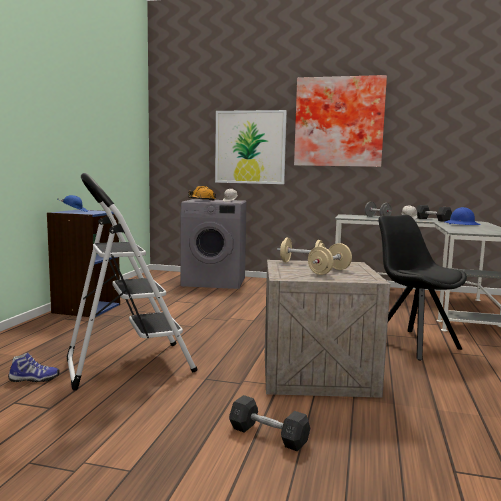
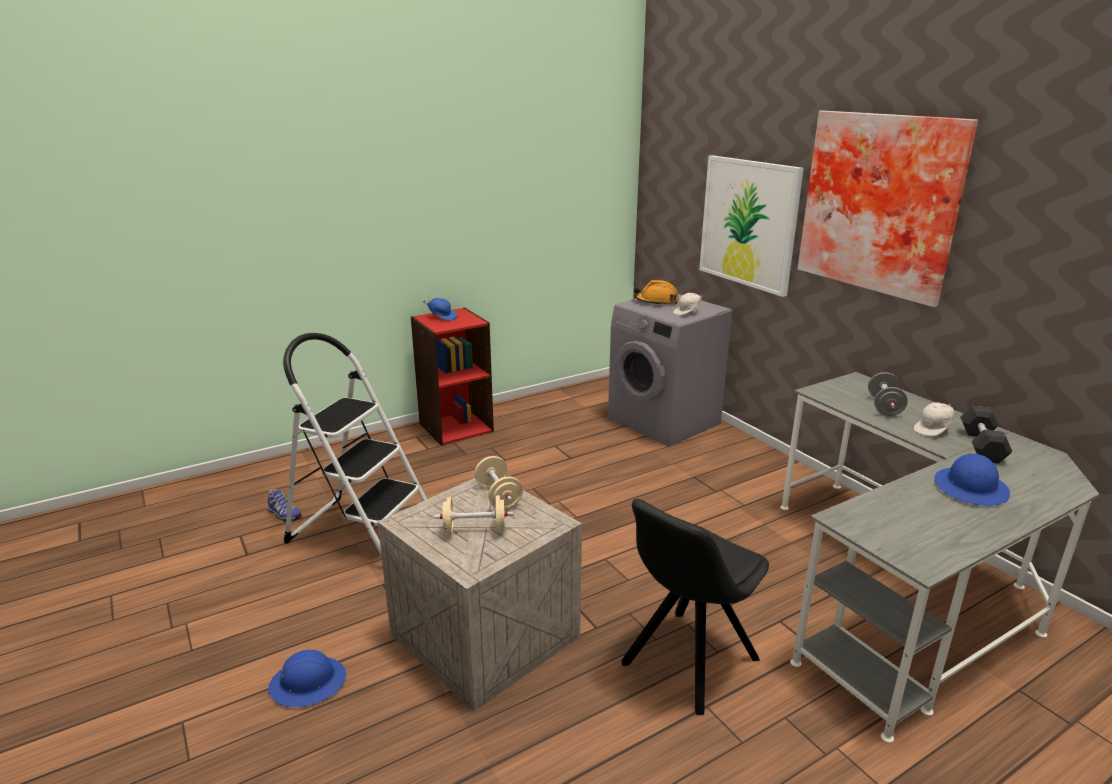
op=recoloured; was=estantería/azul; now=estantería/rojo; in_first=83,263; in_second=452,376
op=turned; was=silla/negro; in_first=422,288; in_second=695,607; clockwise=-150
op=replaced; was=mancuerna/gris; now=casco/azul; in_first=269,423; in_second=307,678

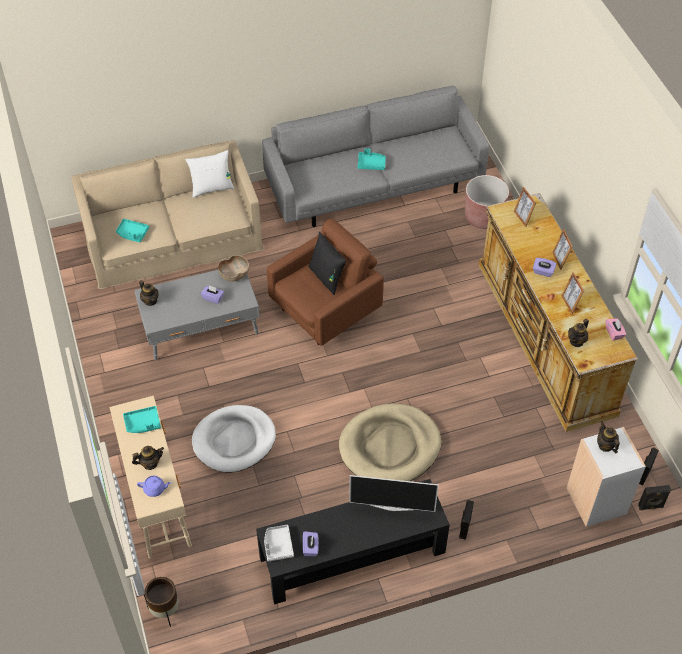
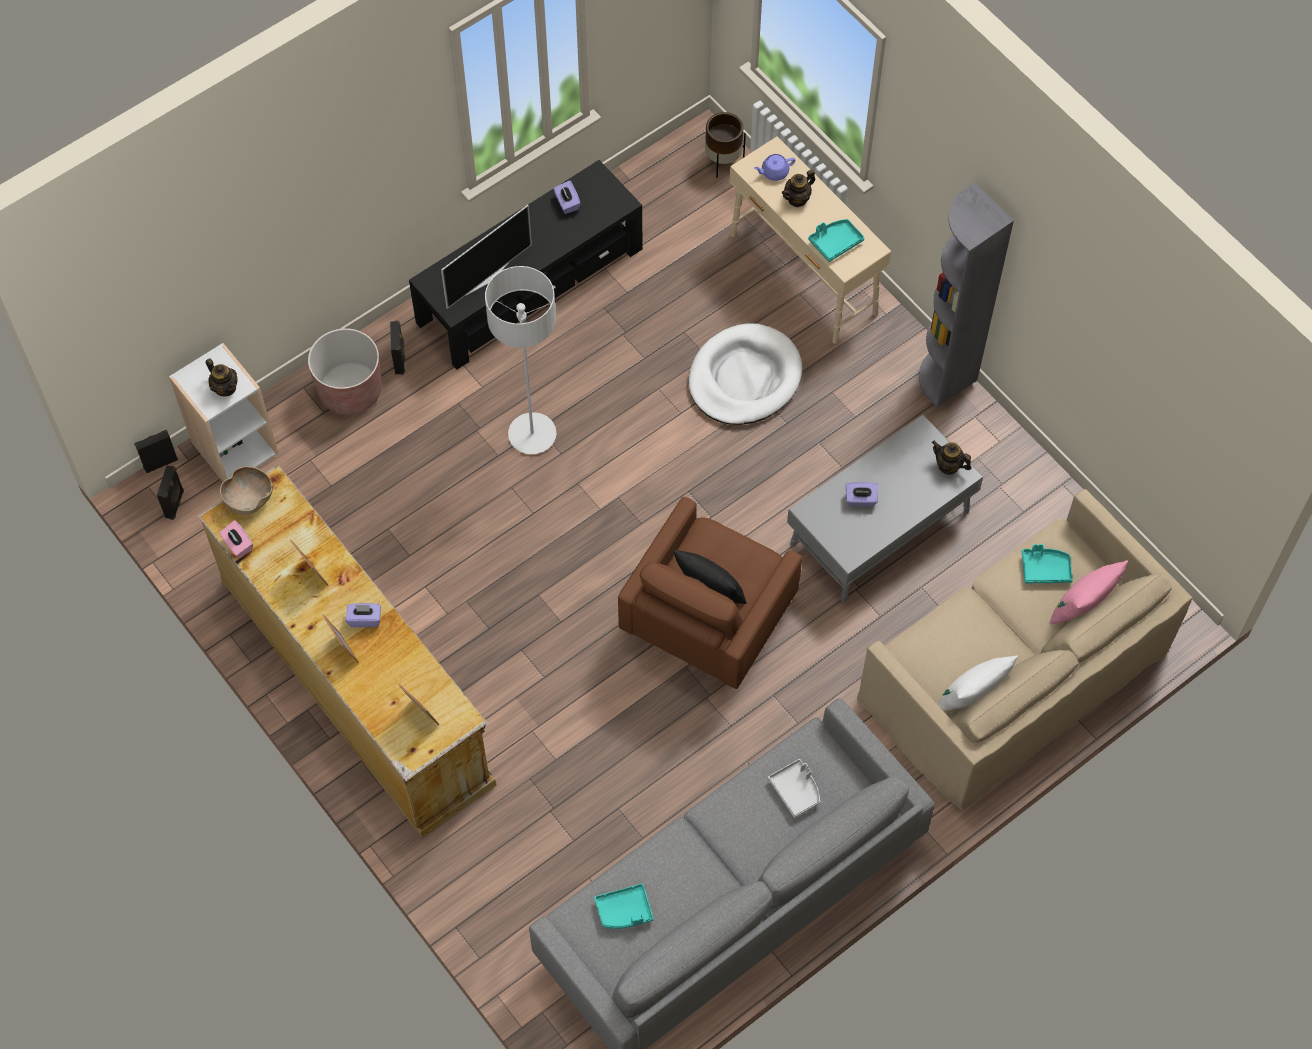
op=moved; was=bandeja/turquesa; in_first=372,159; in_second=624,906
op=moved; was=maceta/marrón; in_first=487,202; in_second=345,371
op=moved; was=cuenco/marrón; in_first=233,268; in_second=246,490
op=removed; was=tetera; in_first=578,333
op=replaced; was=cama para perro/beis; now=lámpara de pie/gris; in_first=390,442; in_second=520,360
op=turned; was=televisor; in_first=394,493; in_second=486,257; clockwise=150
op=moved; was=bandeja/gris; in_first=279,543; in_second=794,788
op=added; now=estantería/gris; in_second=966,295
op=added; now=cojín/rosa; in_second=1089,592

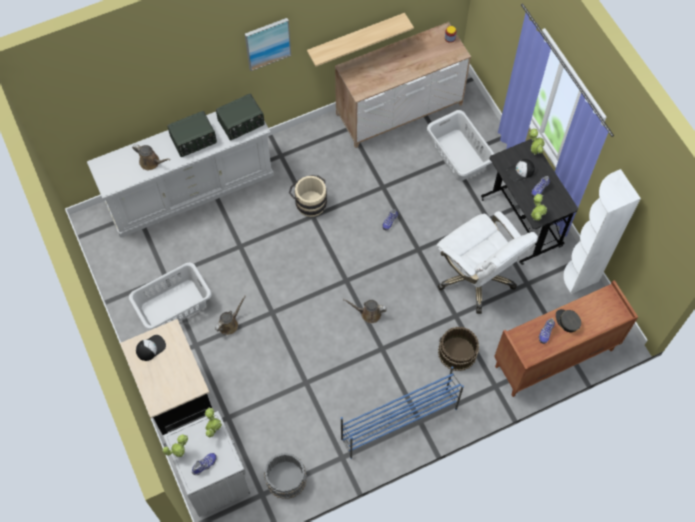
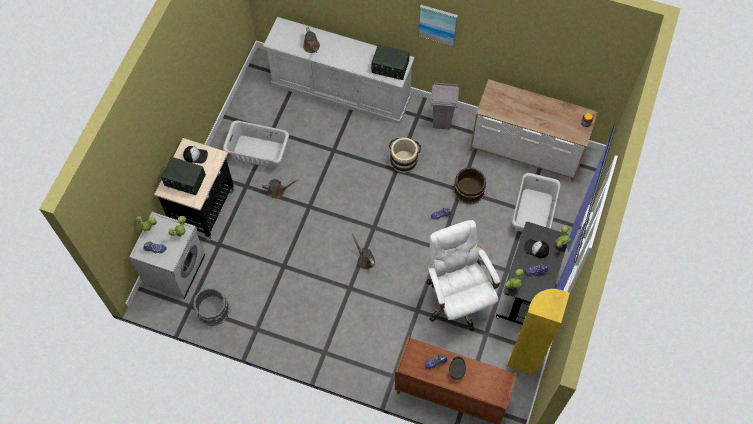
op=removed; was=estante; in_first=360,40
op=moved; was=radio; in_first=192,134; in_second=183,176
op=recoloured; was=estantería/blanco; now=estantería/amarillo; in_first=602,231; in_second=538,332
op=turned; was=silla de oficina/blanco; in_first=487,262; in_second=463,275; clockwise=150
op=moved; was=cubo/marrón; in_first=458,348; in_second=469,186
op=removed; was=zapatero/azul; in_first=402,412
op=added; now=papelera/gris; in_second=445,106

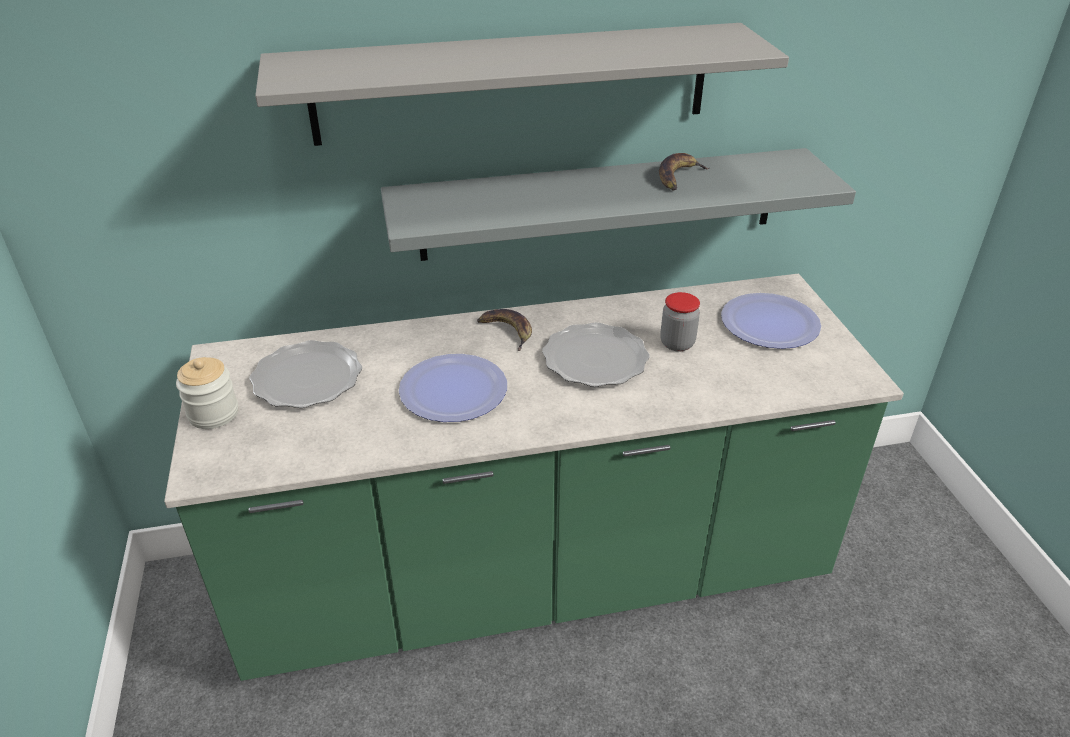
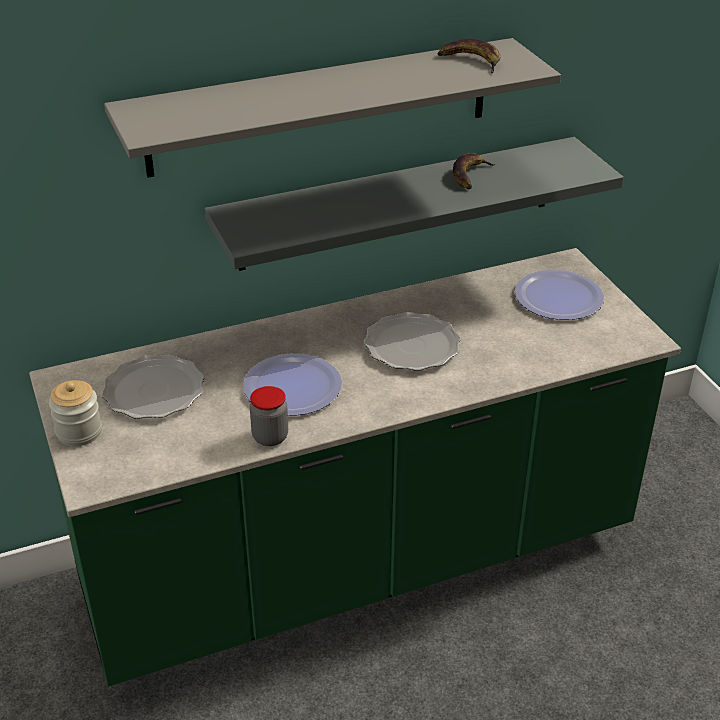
op=moved; was=tarro; in_first=680,321; in_second=269,416
op=moved; was=plátano; in_first=504,330; in_second=469,56

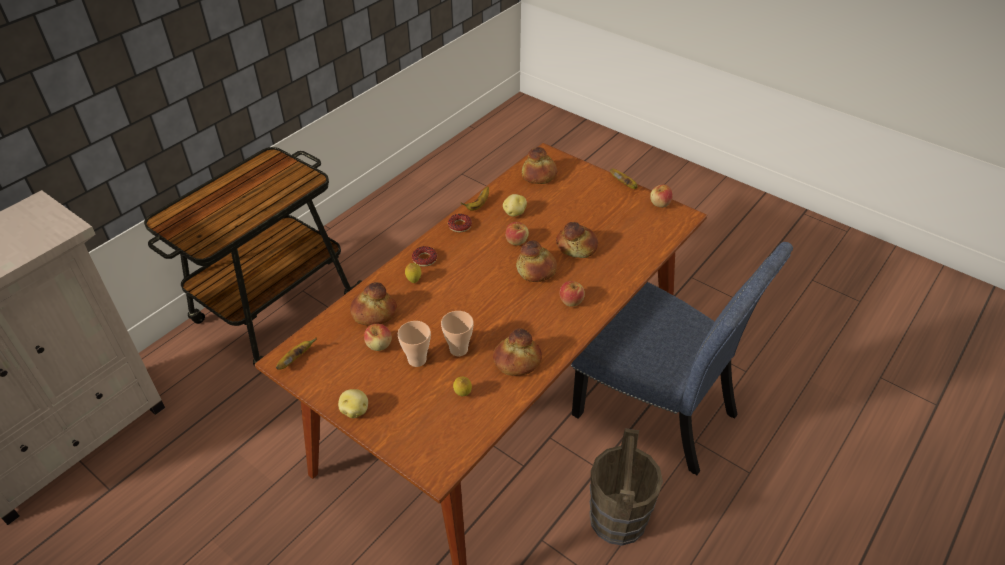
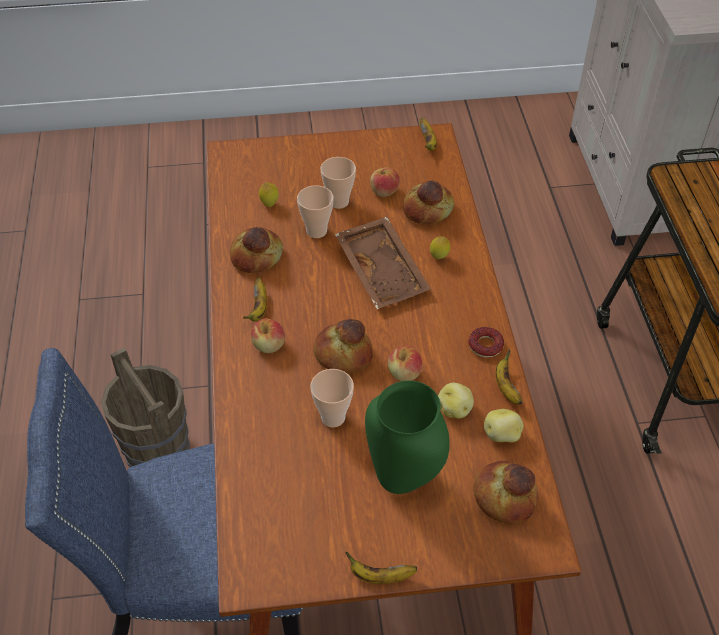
op=removed; was=manzana; in_first=661,196
op=replaced; was=pan; now=taza; in_first=577,240; in_second=332,398
op=removed; was=rosquilla; in_first=424,256
op=moved; was=patata; in_first=353,403; in_second=504,426
op=added; now=bandeja/marrón; in_second=383,263
op=added; now=plátano; in_second=255,299
op=added; now=florero/verde; in_second=407,437

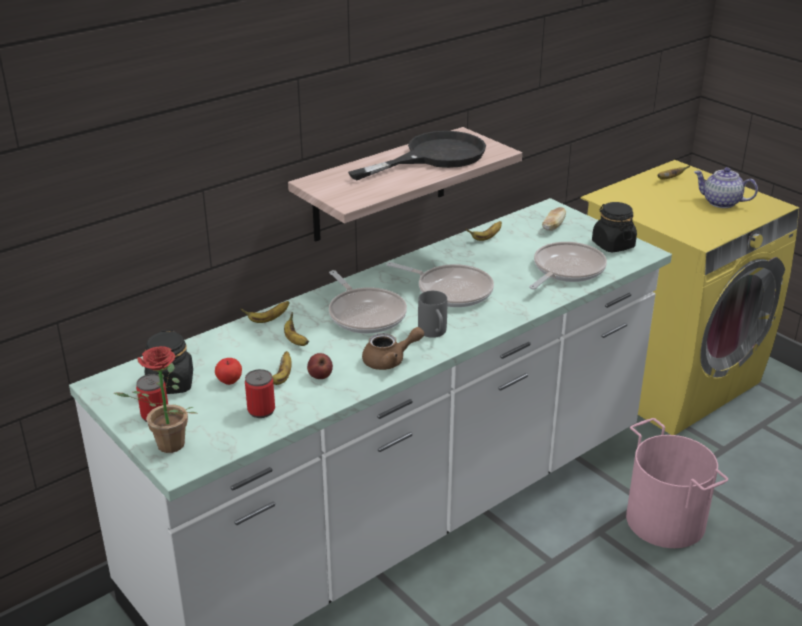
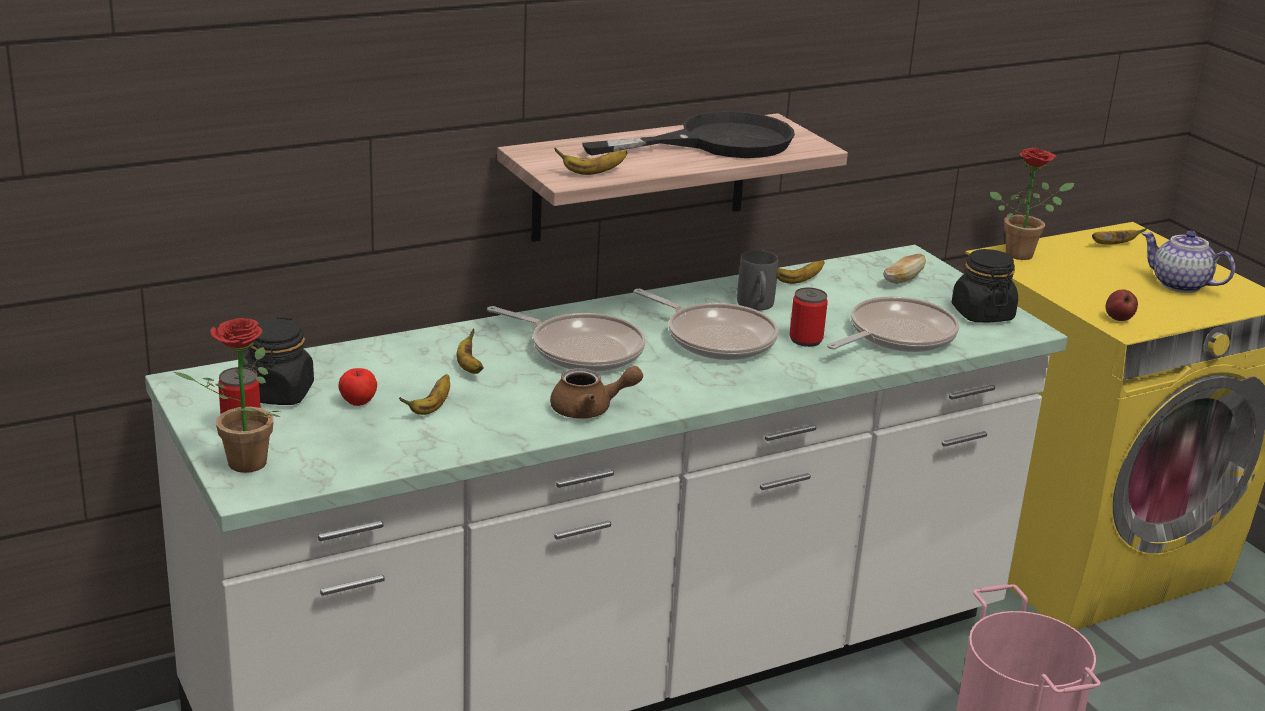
op=turned; was=sartén; in_first=368,301; in_second=566,339; clockwise=-45
op=moved; was=taza grande/gris; in_first=432,314; in_second=757,280
op=moved; was=plátano; in_first=265,312; in_second=590,161
op=moved; was=manzana; in_first=320,366; in_second=1122,305
op=moved; was=lata; in_first=260,393; in_second=809,317
op=added; now=planta en maceta; in_second=1032,204

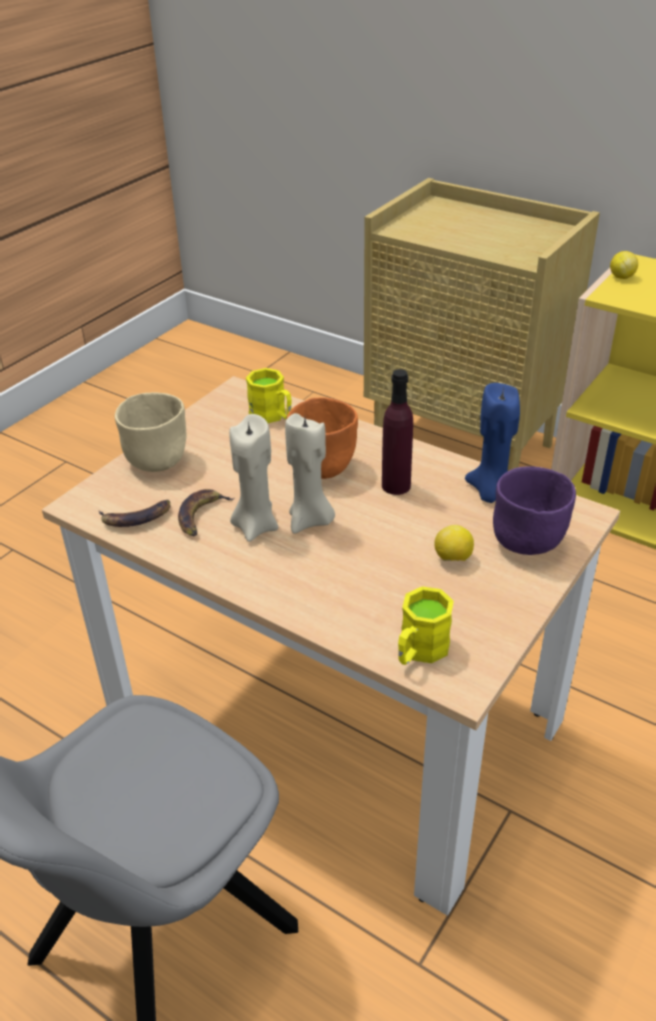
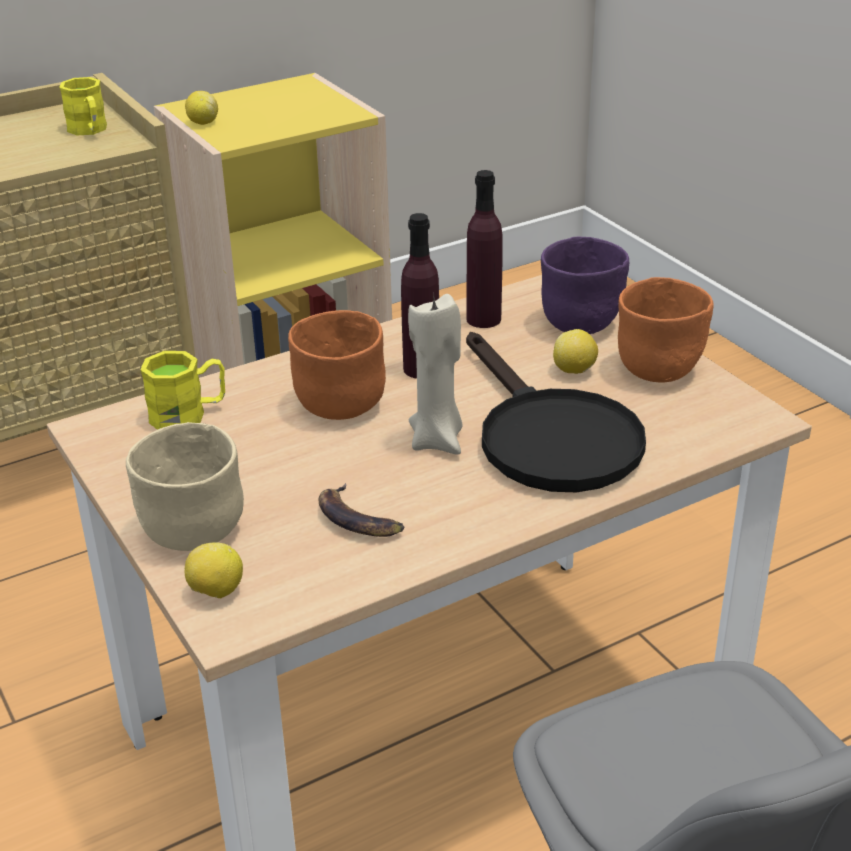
op=replaced; was=vela/azul; now=botella/morado; in_first=492,443; in_second=484,249
op=removed; was=vela/beis; in_first=253,478
op=removed; was=plátano; in_first=134,513
op=moved; was=taza grande/amarillo; in_first=426,625; in_second=83,106
op=added; now=cuenco/naranja; in_second=666,330
op=added; now=sartén/negro; in_second=556,412
op=added; now=limón; in_second=214,570

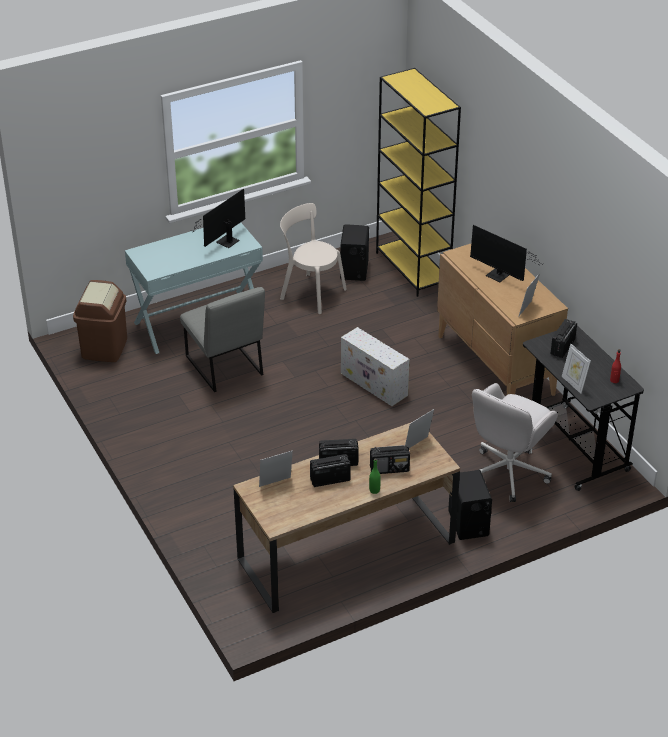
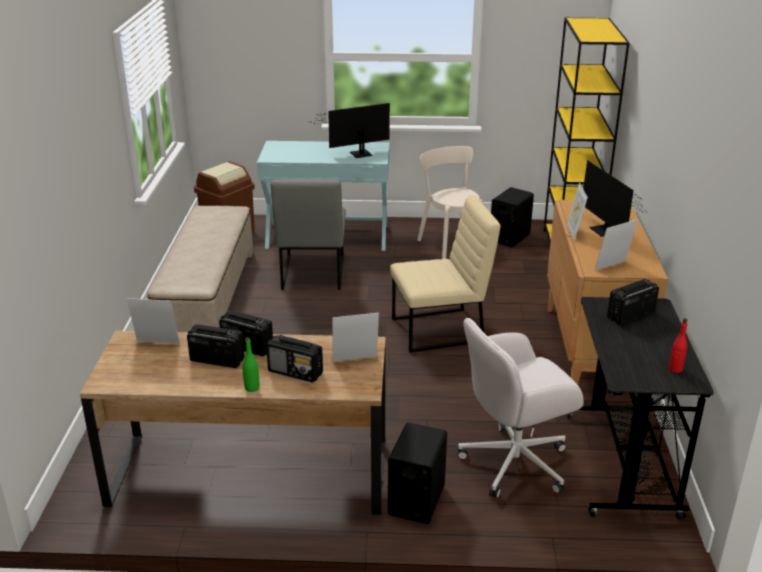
op=replaced; was=caja de almacenaje/blanco; now=silla/beis; in_first=375,366; in_second=445,274
op=moved; was=portarretratos; in_first=576,369; in_second=577,211
op=added; now=banco/beis; in_second=200,269

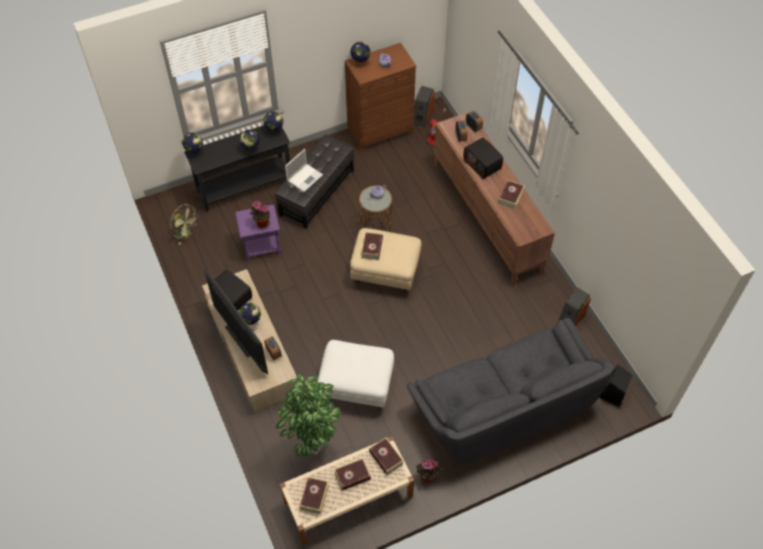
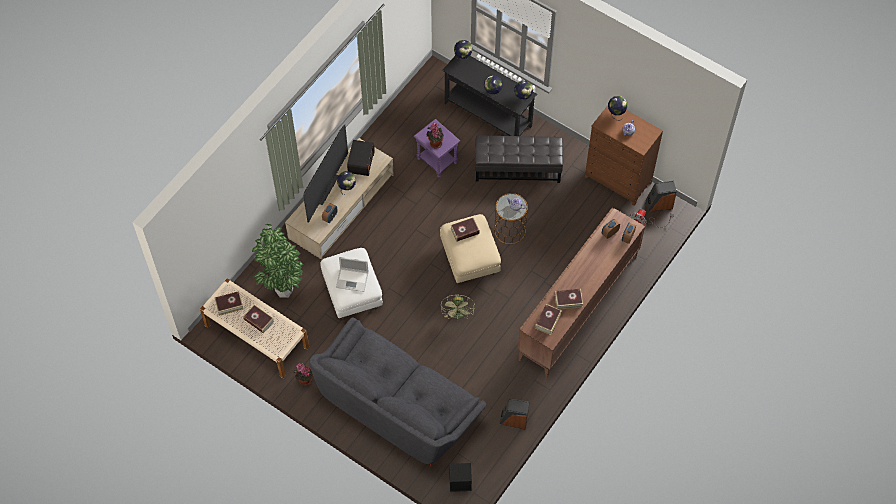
op=removed; was=radio; in_first=483,158
op=moved; was=portátil; in_first=304,170; in_second=352,274
op=moved; was=ventilador/verde; in_first=184,224; in_second=458,307
op=moved; was=libro; in_first=386,456; in_second=548,319

